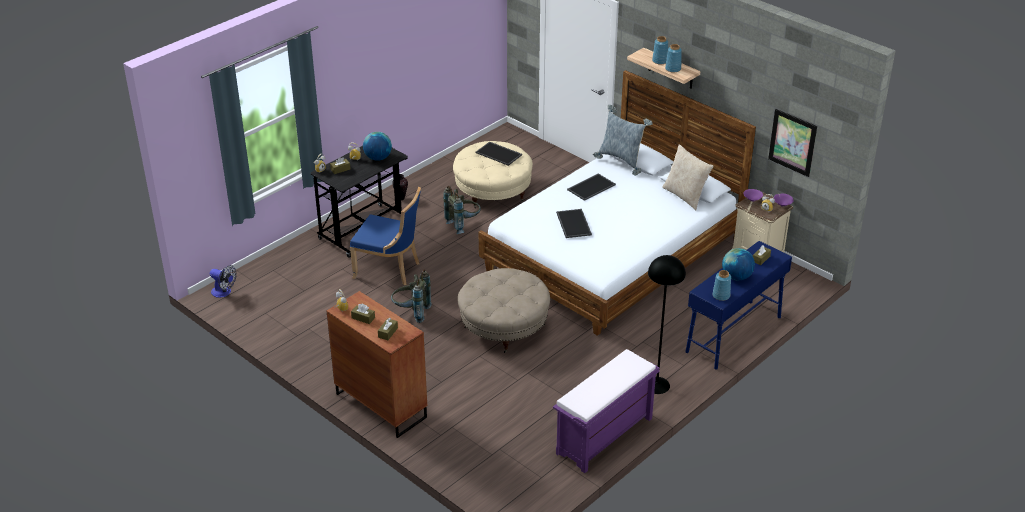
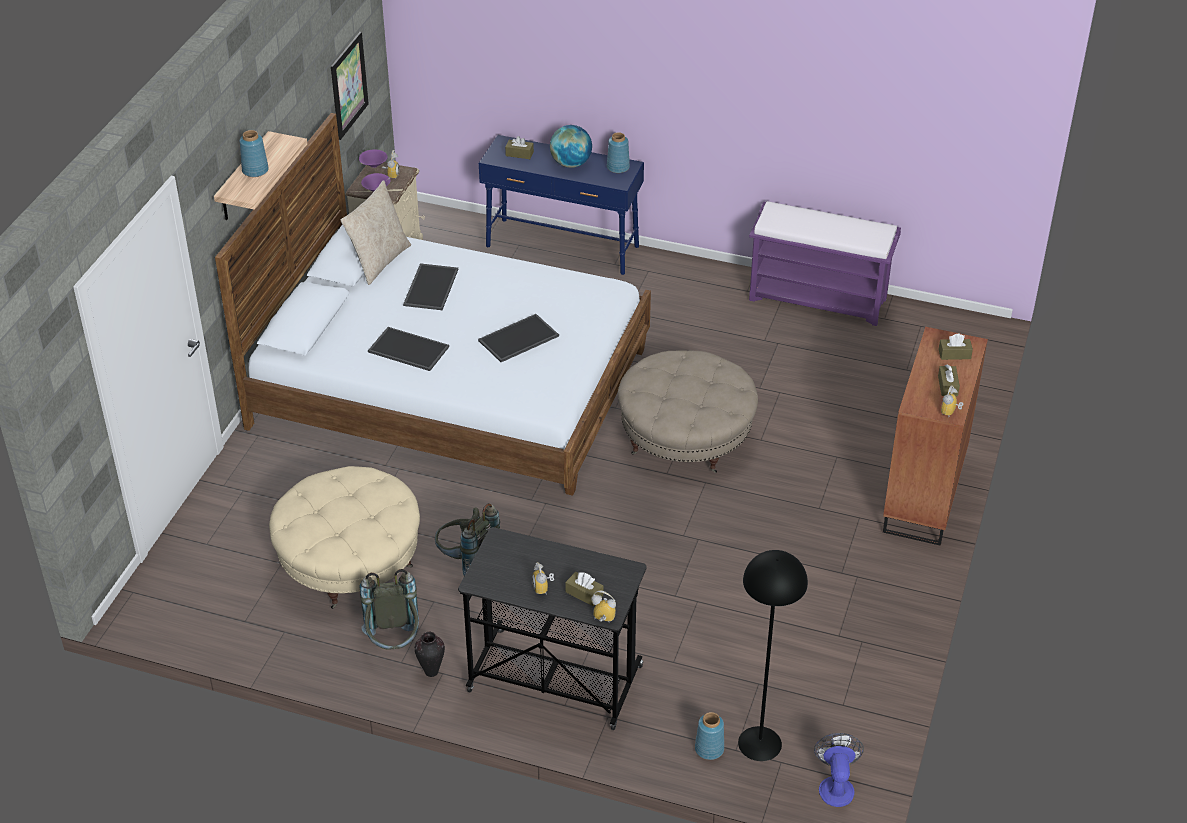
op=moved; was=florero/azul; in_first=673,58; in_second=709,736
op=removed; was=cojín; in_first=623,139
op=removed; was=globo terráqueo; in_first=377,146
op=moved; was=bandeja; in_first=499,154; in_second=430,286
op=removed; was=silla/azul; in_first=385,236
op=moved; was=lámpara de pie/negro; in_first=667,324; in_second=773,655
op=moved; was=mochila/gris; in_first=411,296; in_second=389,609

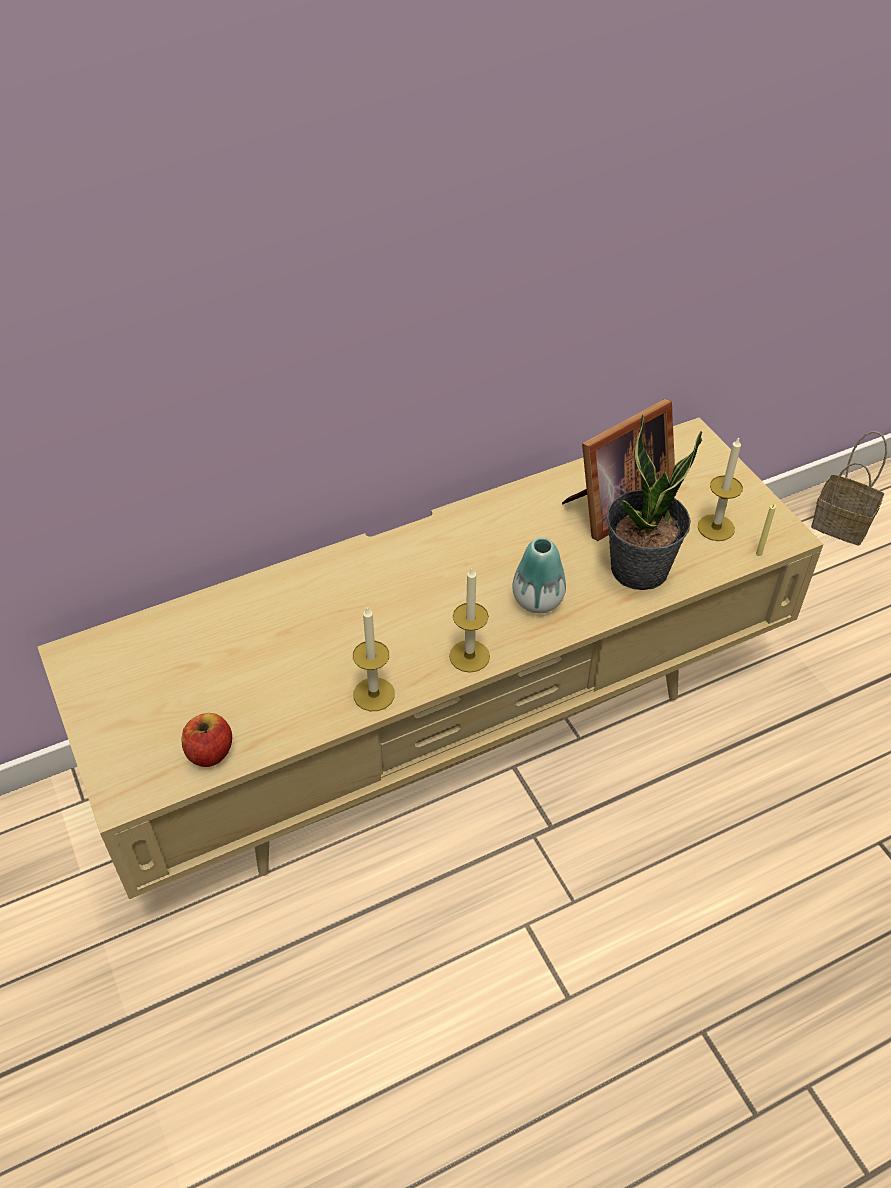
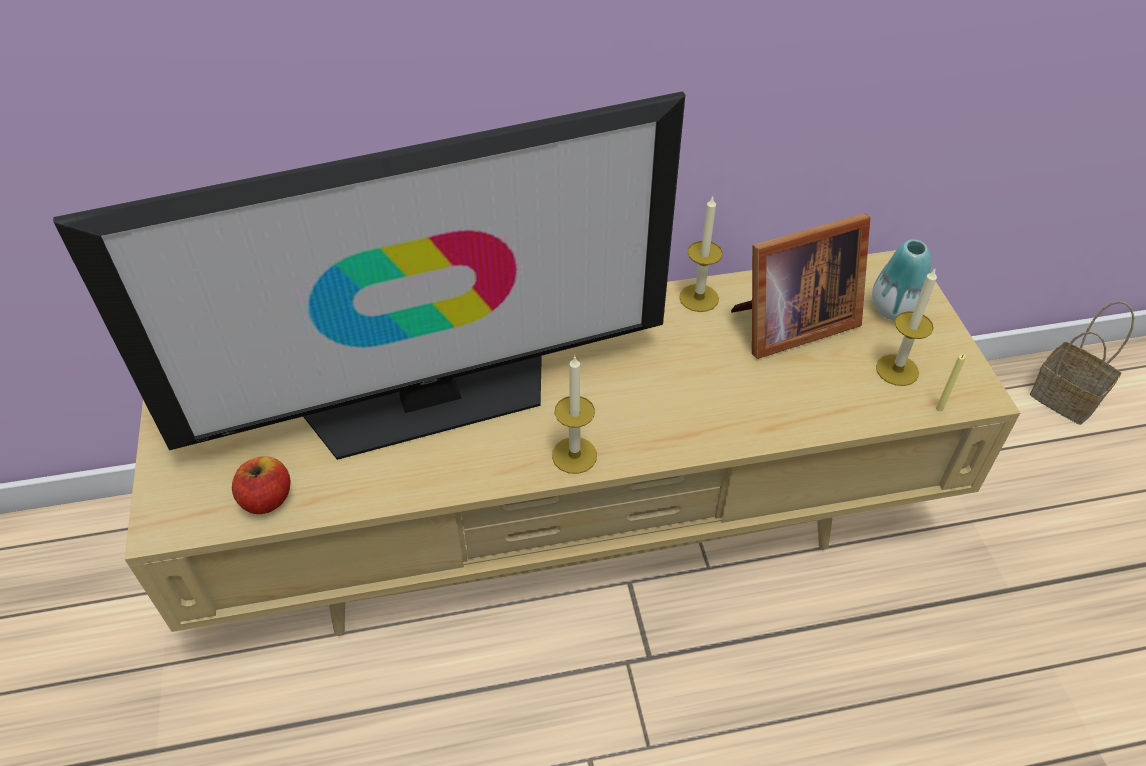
op=removed; was=planta en maceta; in_first=654,502
op=moved; was=florero; in_first=539,575; in_second=901,280
op=moved; was=vela; in_first=374,658; in_second=701,254
op=added; now=televisor; in_second=369,275

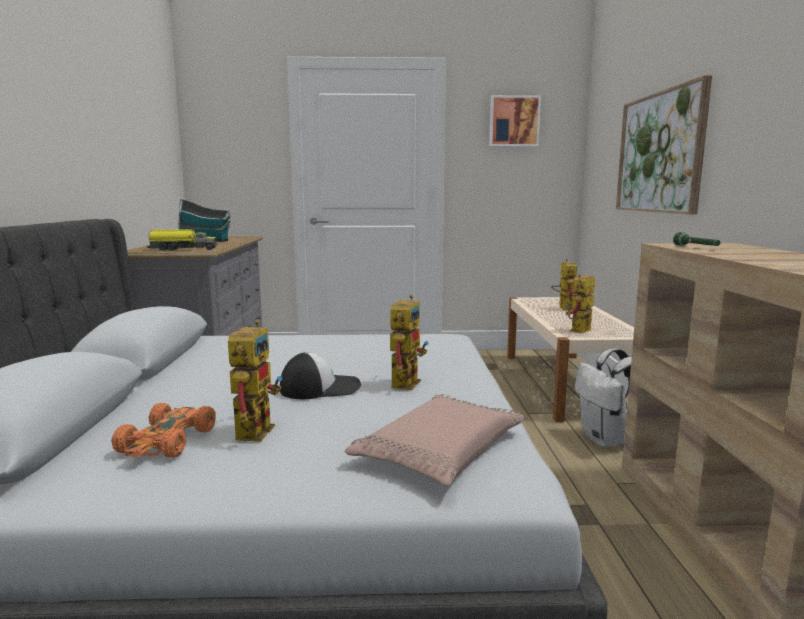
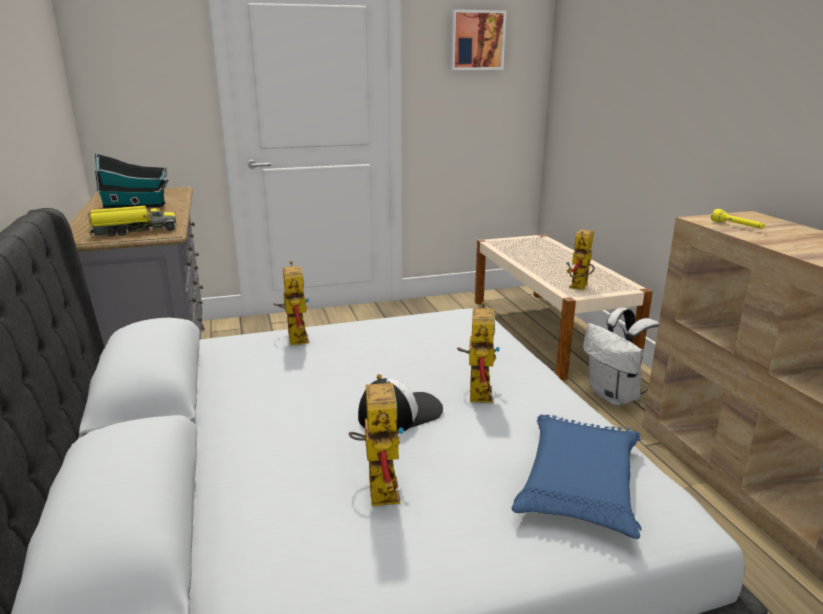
op=removed; was=cuadro; in_first=664,144
op=recoloured; was=linterna/verde; now=linterna/amarillo; in_first=697,239; in_second=738,219
op=moved; was=robot de juguete; in_first=564,284; in_second=291,303
op=recoloured; was=cojín/beis; now=cojín/azul; in_first=435,440; in_second=577,476
op=removed; was=coche de juguete/naranja; in_first=163,430

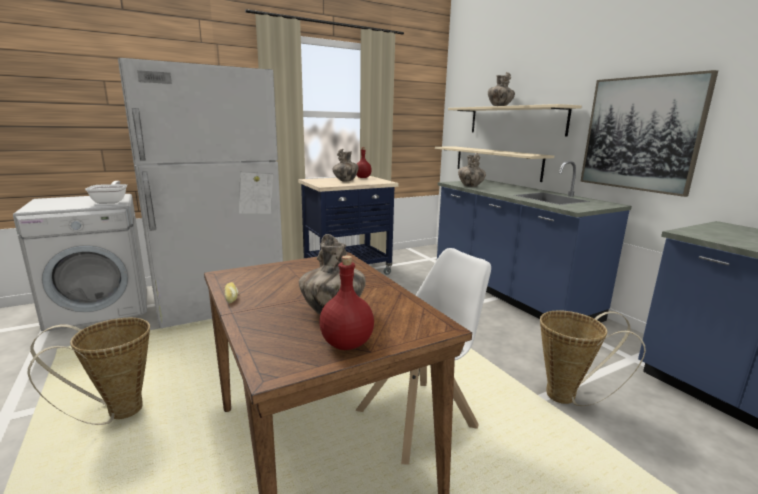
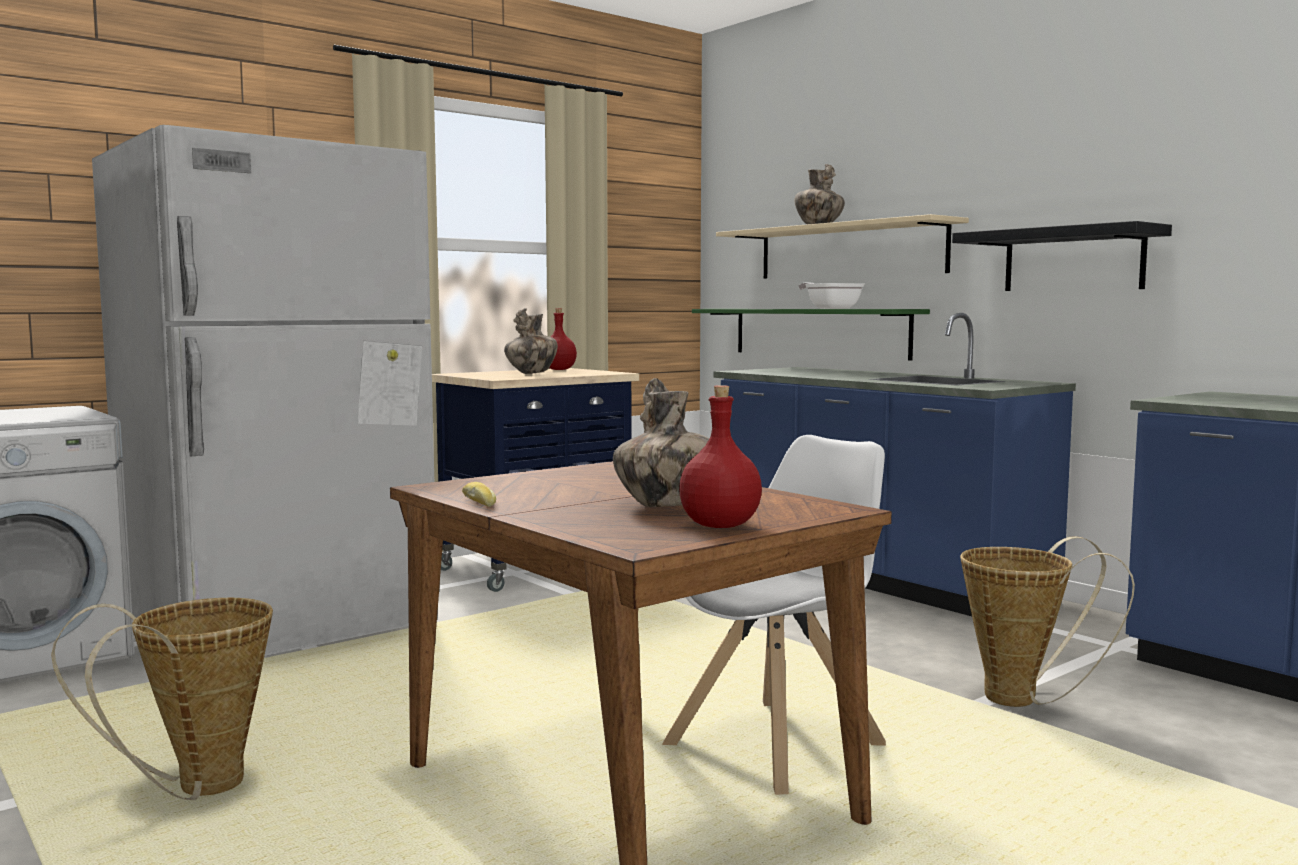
op=replaced; was=cuadro; now=estante/negro; in_first=649,133; in_second=1062,256
op=recoloured; was=estante/beis; now=estante/verde; in_first=494,164; in_second=811,335
op=removed; was=florero; in_first=472,170
op=moved; was=sartén; in_first=106,192; in_second=832,295

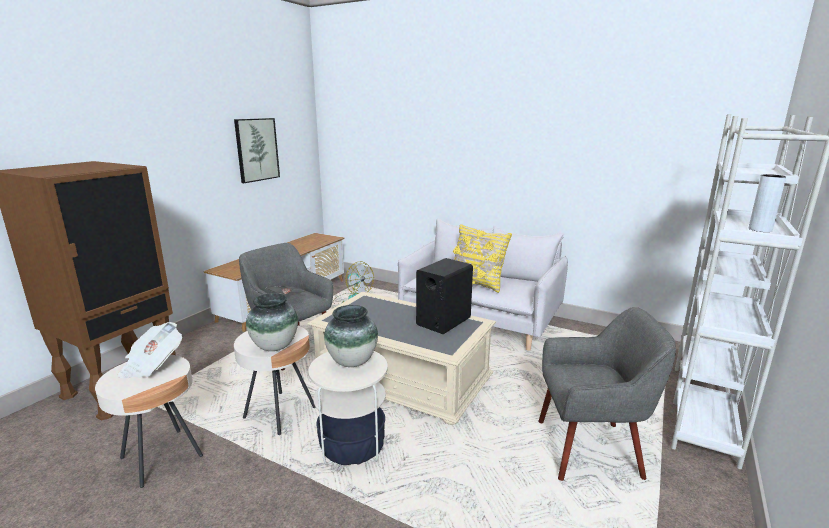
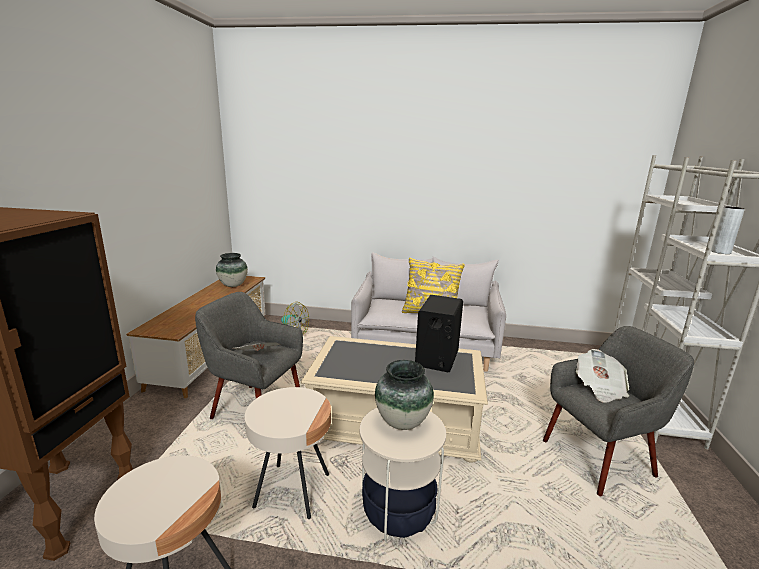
op=removed; was=cuadro; in_first=257,150
op=moved; was=florero; in_first=272,322; in_second=232,270
op=moved; was=periódico; in_first=150,350; in_second=602,376

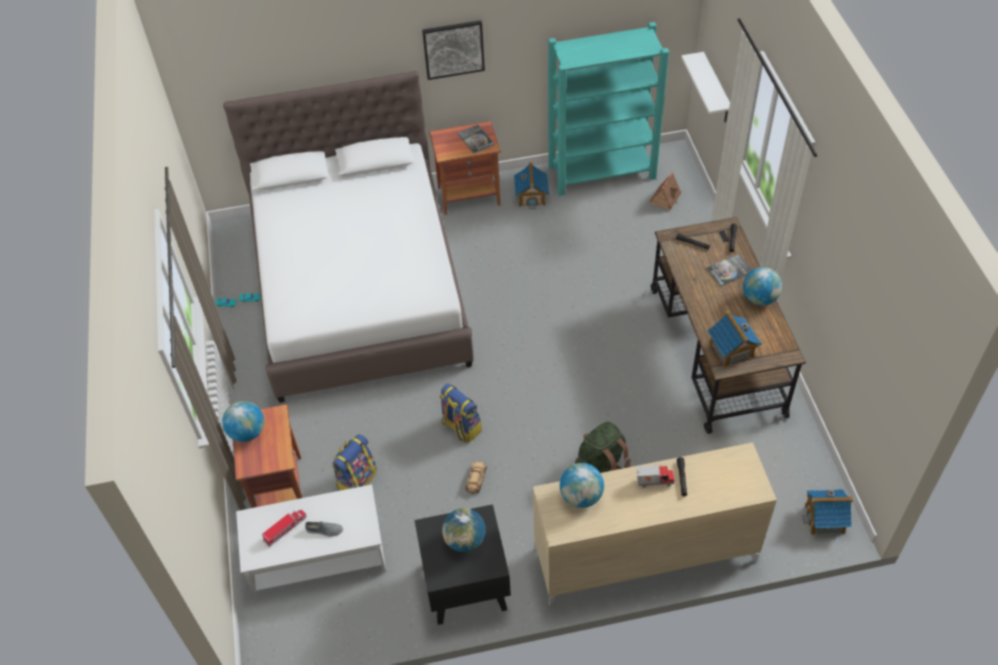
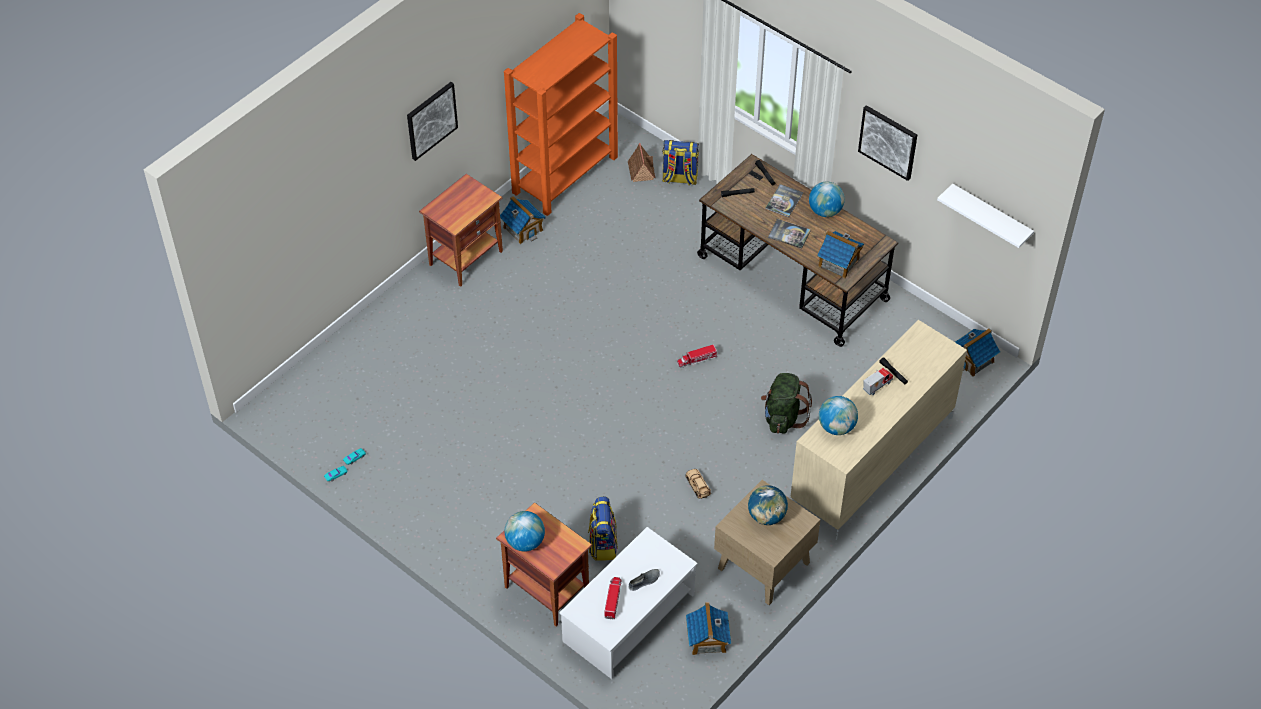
op=recoloured; was=estantería/turquesa; now=estantería/naranja; in_first=608,109; in_second=561,114
op=moved; was=estante/blanco; in_first=705,87; in_second=985,216
op=removed; was=cama/blanco; in_first=348,237
op=moved; was=libro; in_first=476,139; in_second=789,234
op=moved; was=mochila; in_first=461,413; in_second=680,162
op=recoloured; was=mesita de noche/negro; now=mesita de noche/beis; in_first=462,564; in_second=767,542
op=added; now=cuadro; in_second=887,143
op=added; now=camión de juguete; in_second=697,356
op=added; now=casita; in_second=708,628

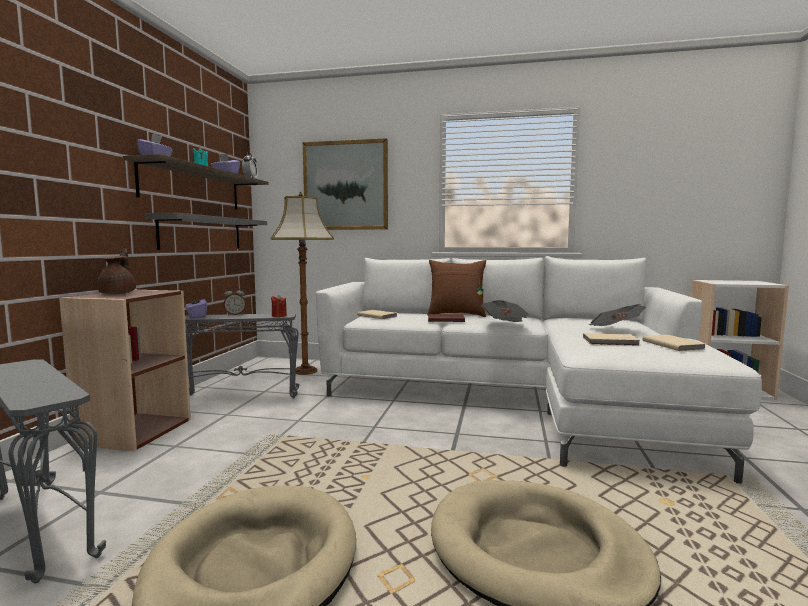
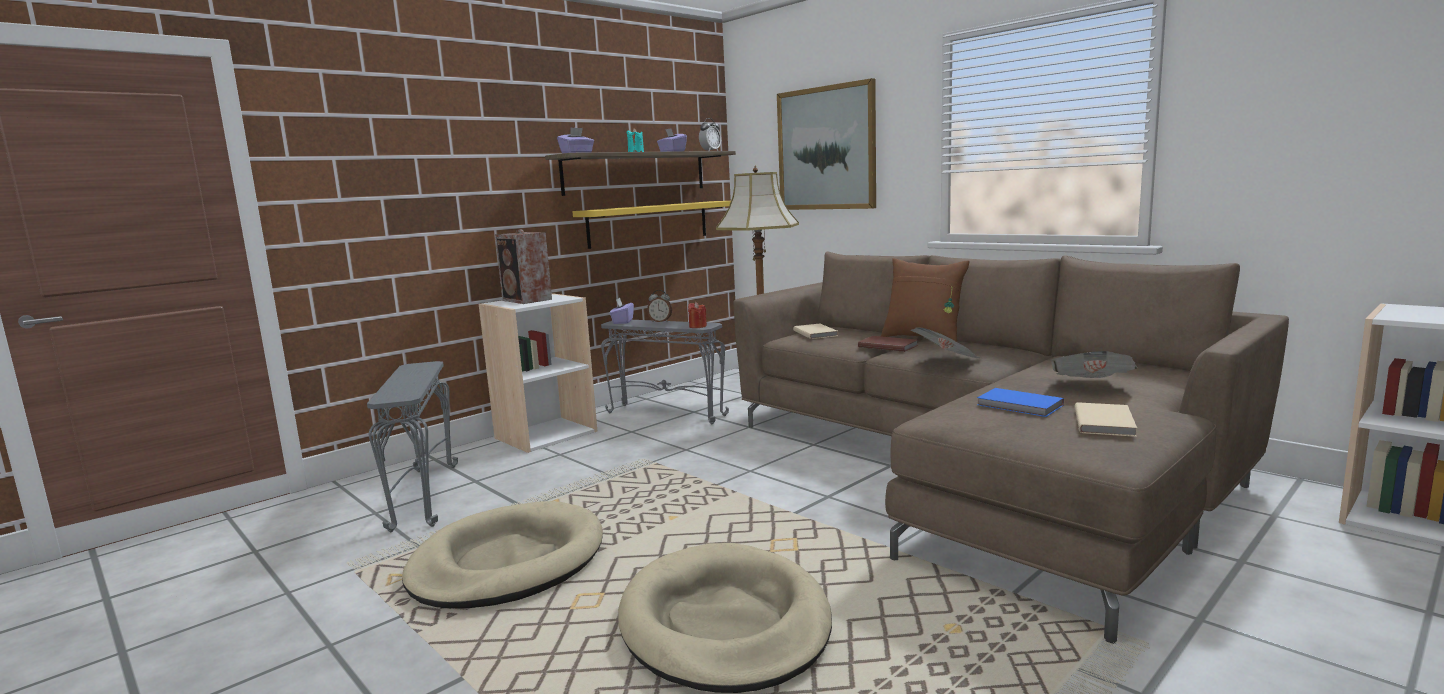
op=recoloured; was=estante/gris; now=estante/amarillo; in_first=206,231; in_second=651,225
op=replaced; was=tetera/marrón; now=altavoz; in_first=116,271; in_second=523,266
op=recoloured; was=sofá/blanco; now=sofá/marrón; in_first=539,369; in_second=1011,447
op=recoloured; was=estantería/marrón; now=estantería/blanco; in_first=125,370; in_second=538,373
op=recoloured; was=libro/beis; now=libro/azul; in_first=612,339; in_second=1020,402

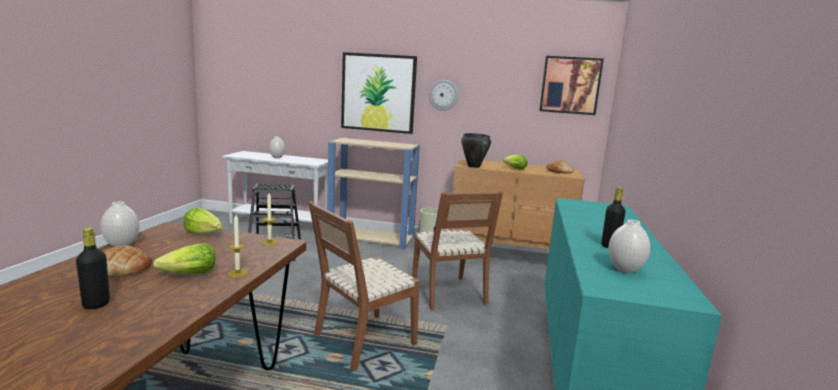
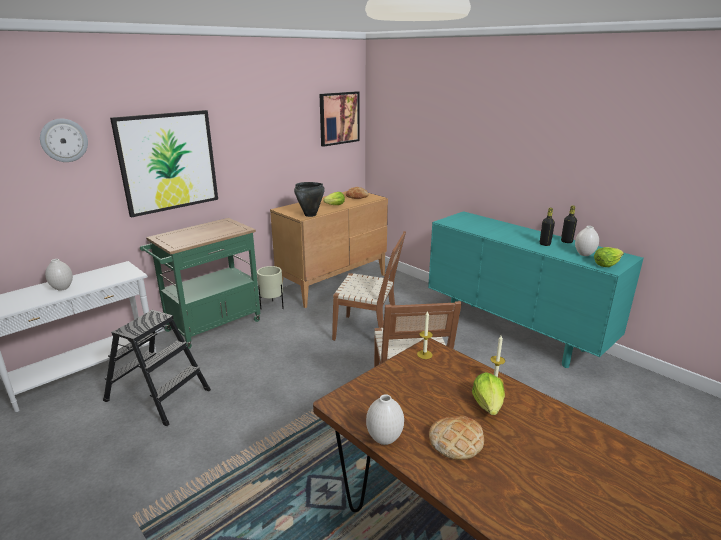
op=moved; was=reloj de pared; in_first=444,95; in_second=64,140
op=replaced; was=estantería/beis; now=carrito/verde; in_first=373,194; in_second=200,283
op=moved; was=lechuga; in_first=203,221; in_second=609,257
op=moved; was=botella/negro; in_first=93,268; in_second=569,224

